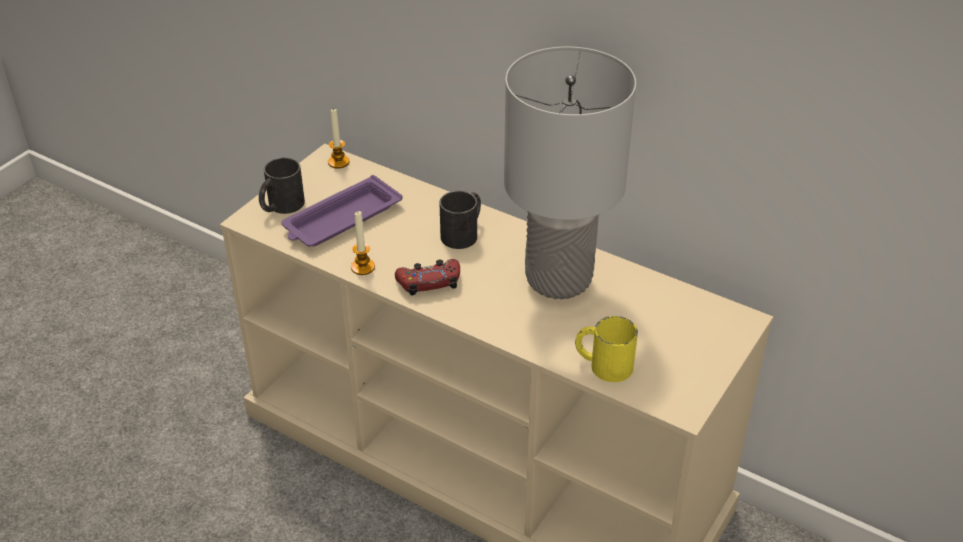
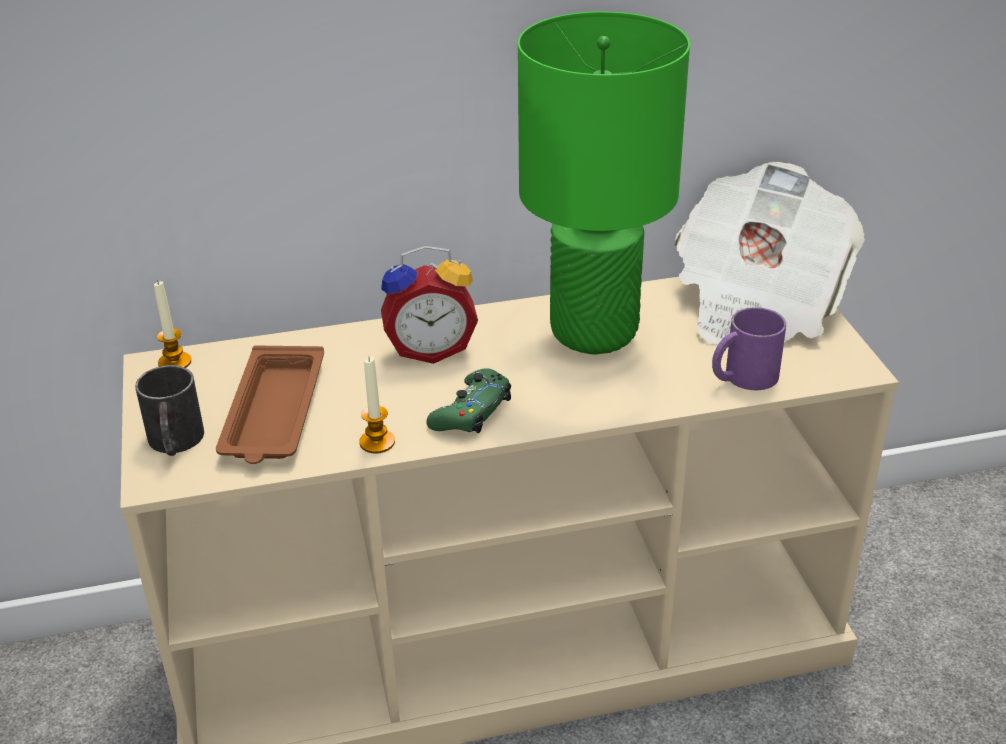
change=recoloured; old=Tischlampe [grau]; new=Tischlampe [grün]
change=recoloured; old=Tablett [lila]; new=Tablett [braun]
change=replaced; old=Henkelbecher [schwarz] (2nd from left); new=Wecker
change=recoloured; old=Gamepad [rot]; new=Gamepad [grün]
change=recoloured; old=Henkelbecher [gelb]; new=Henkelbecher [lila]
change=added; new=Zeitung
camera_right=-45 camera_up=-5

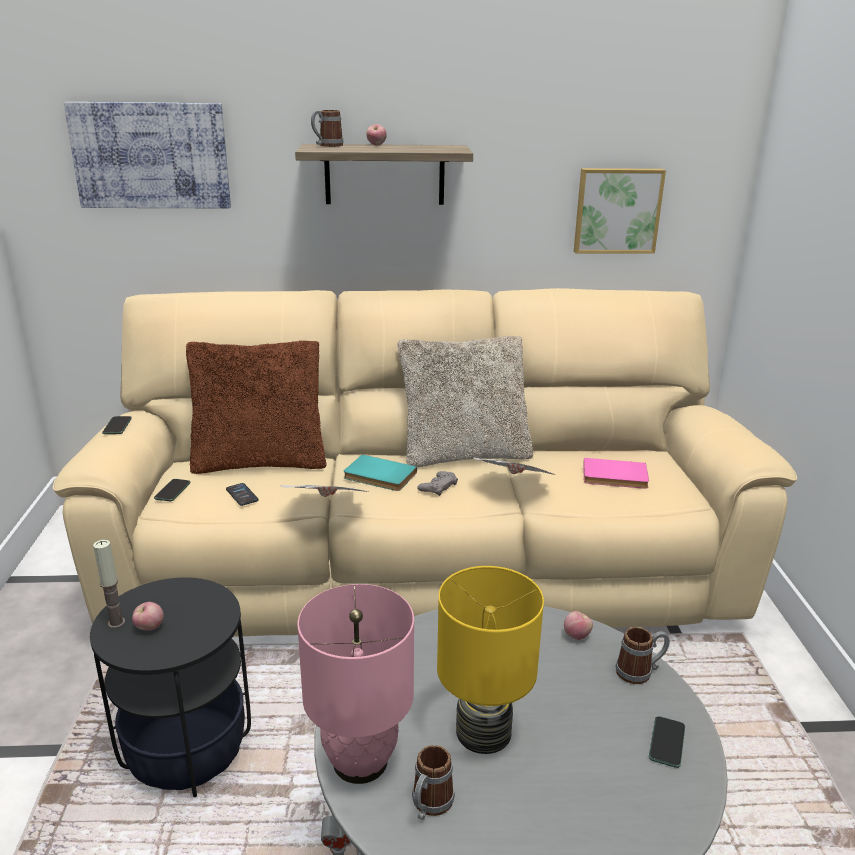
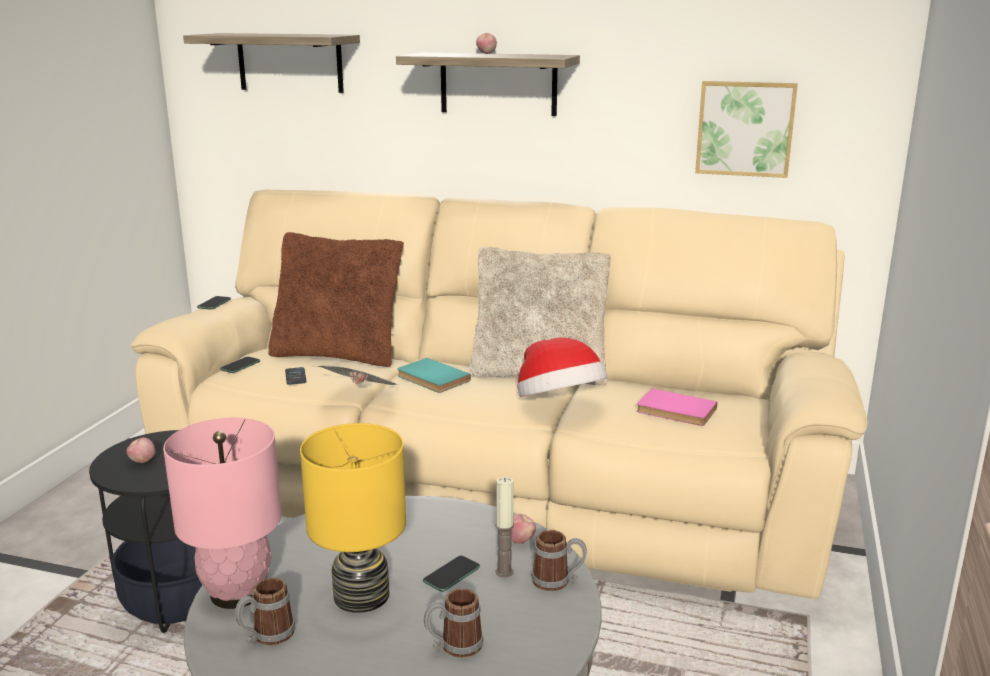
change=replaced; old=Bild (1st from left); new=Wandregal (1st from left)
change=moved; old=Henkelbecher (1st from left in the first image); new=Henkelbecher (2nd from left)
change=replaced; old=Zeitung (2nd from left); new=Hut
change=removed; old=Gamepad [grau]
change=moved; old=Kerze
change=moved; old=Handy (4th from left)
camera_right=20 camera_up=-5

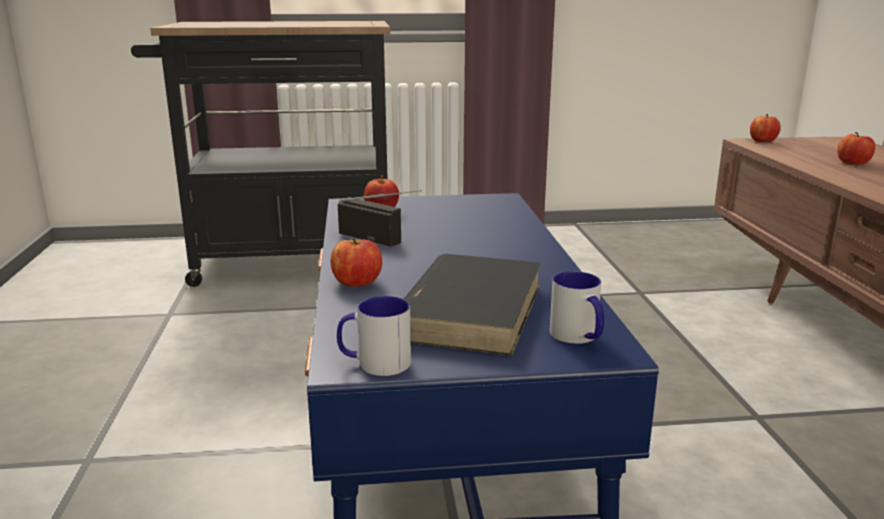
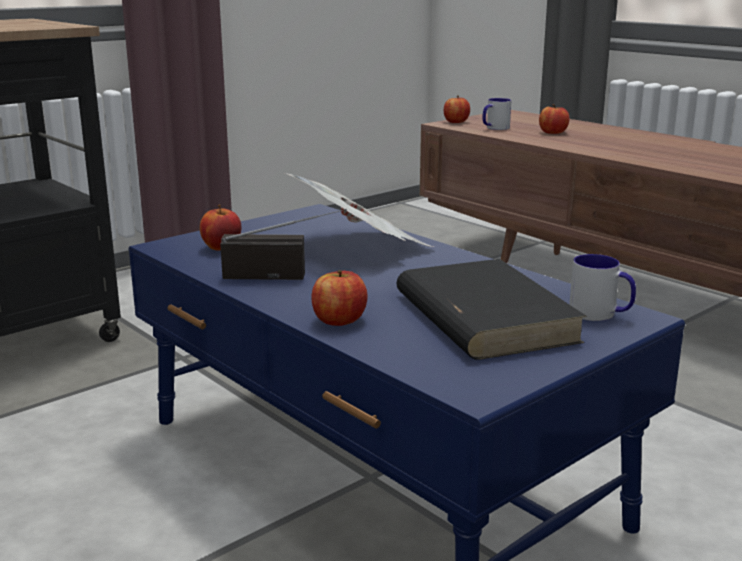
change=moved; old=Henkelbecher (1st from left)
change=added; new=Zeitung
camera_right=-35 camera_up=0

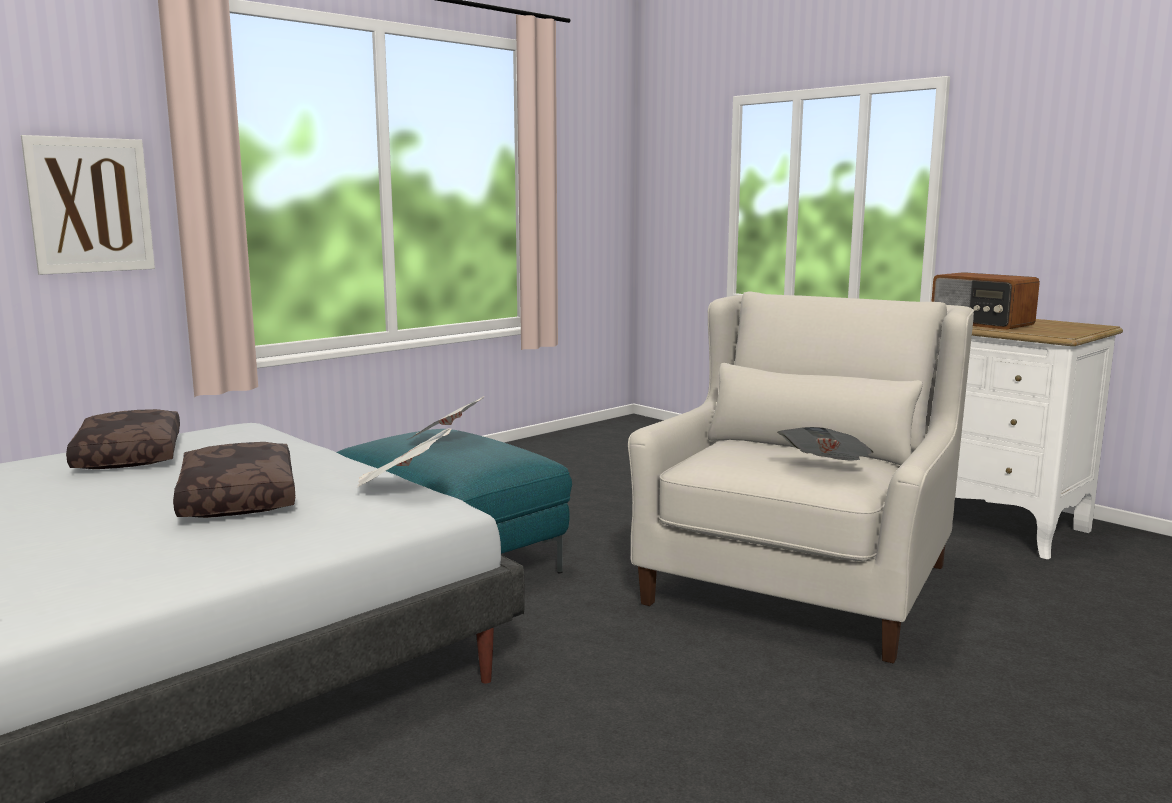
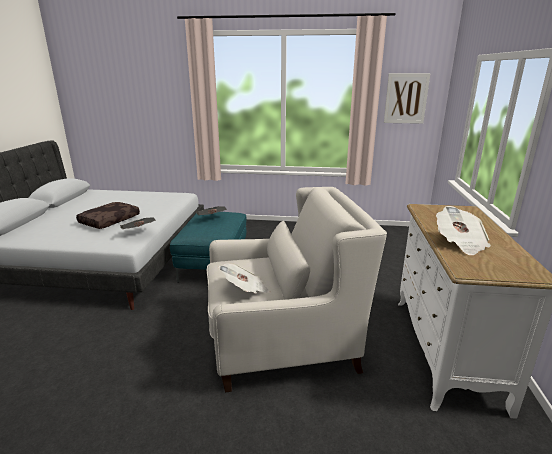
change=moved; old=Bild
change=replaced; old=Radio; new=Zeitung (4th from left)
change=removed; old=Kissen [braun] (1st from left)
camera_right=50 camera_up=10

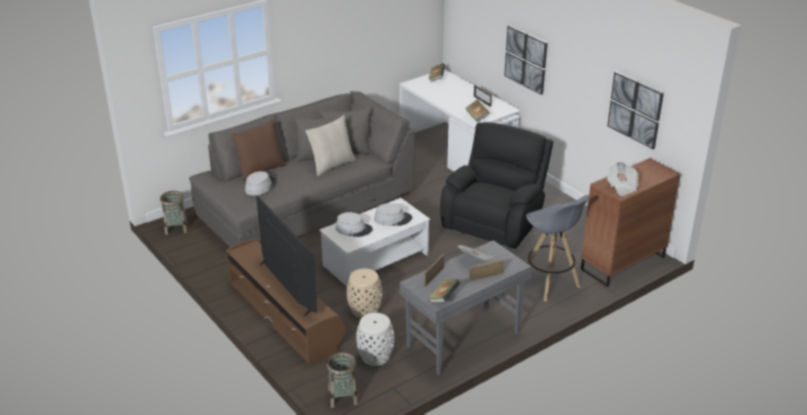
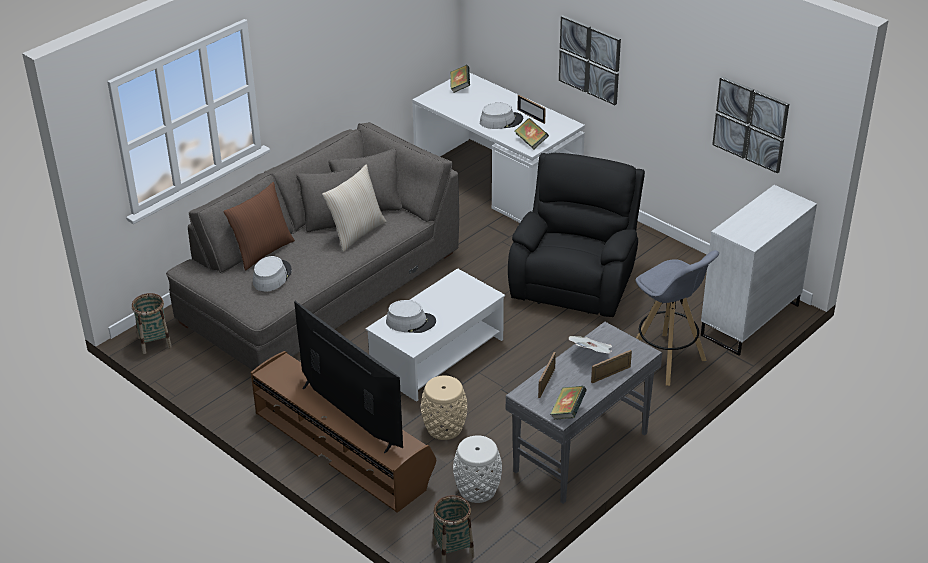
change=recoloured; old=Kommode [braun]; new=Kommode [weiß]
change=removed; old=Zeitung (2nd from left)
change=moved; old=Hut [grau] (3rd from left)
camera_right=-10 camera_up=5

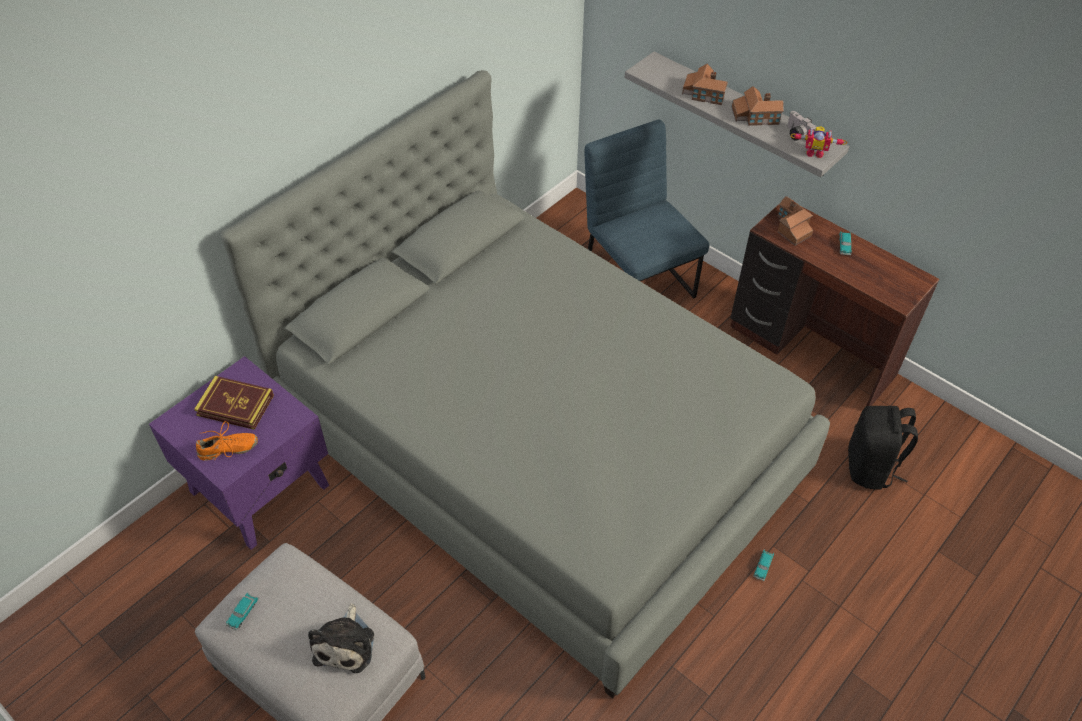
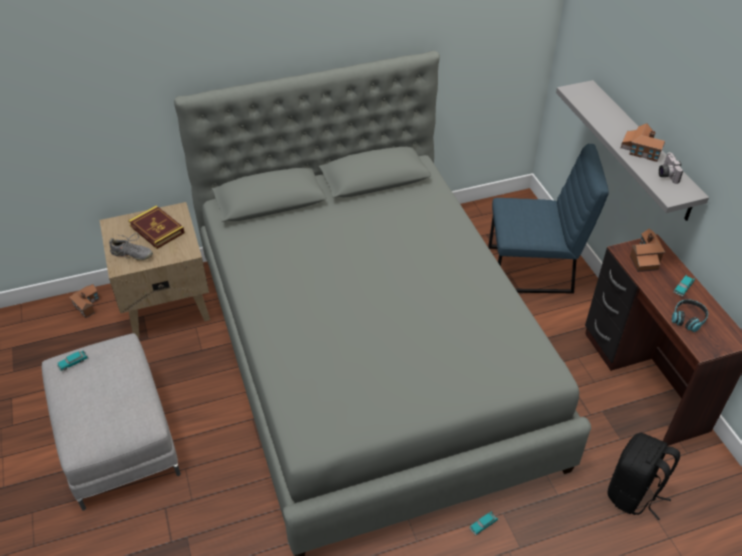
change=moved; old=Spielzeughaus (1st from left)
change=turned; old=Stuhl [blau]; degrees=90
change=removed; old=Spielzeugroboter
change=recoloured; old=Nachttisch [lila]; new=Nachttisch [beige]
change=recoloured; old=Schuh [orange]; new=Schuh [grau]
change=removed; old=Plüschtier
change=added; new=Kopfhörer
camera_right=30 camera_up=-5

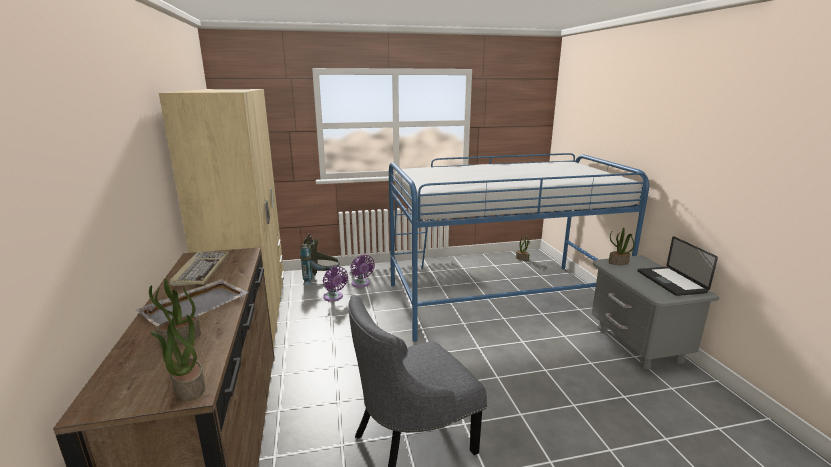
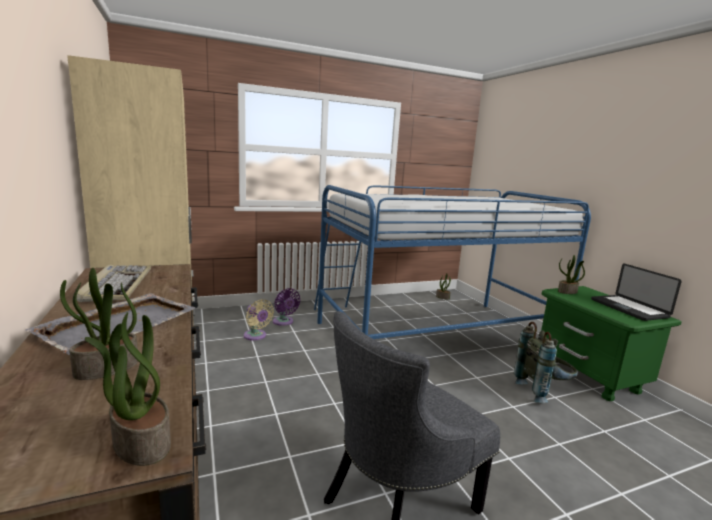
change=moved; old=Rucksack [grau]
change=recoloured; old=Nachttisch [grau]; new=Nachttisch [grün]
change=recoloured; old=Ventilator [lila] (1st from left); new=Ventilator [beige]
camera_right=-10 camera_up=-5

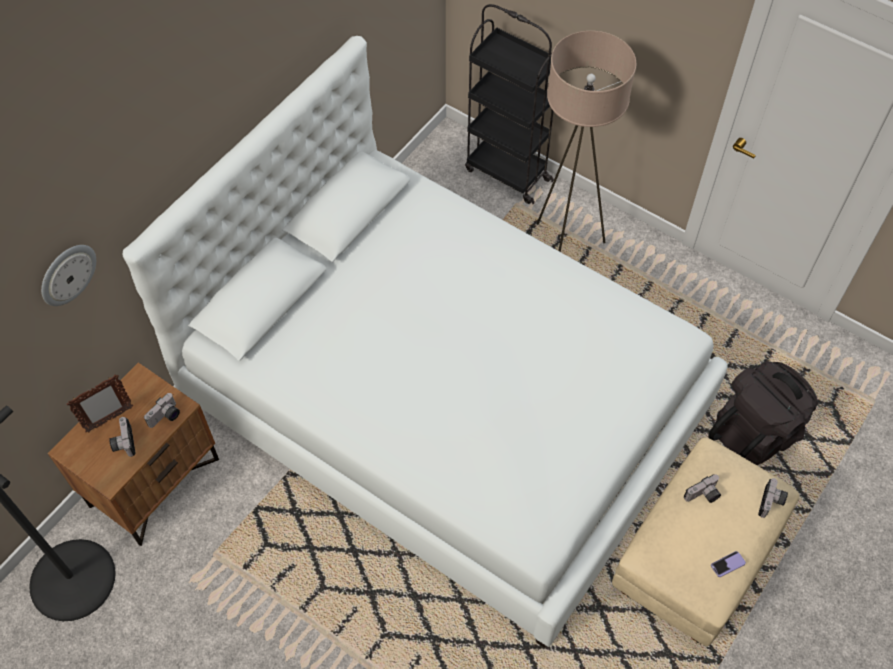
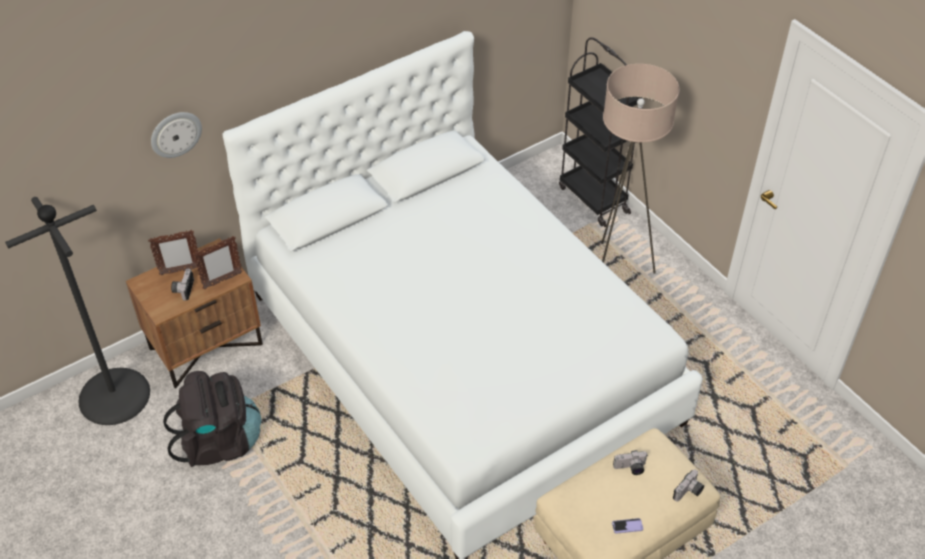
change=moved; old=Rucksack [schwarz]
change=replaced; old=Kamera (2nd from left); new=Bilderrahmen (2nd from left)
camera_right=20 camera_up=-10

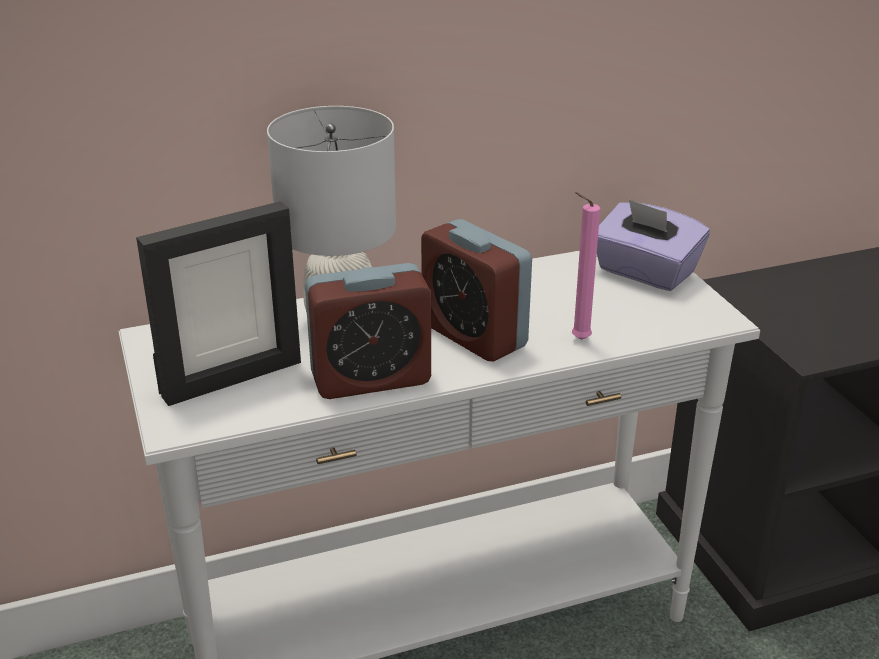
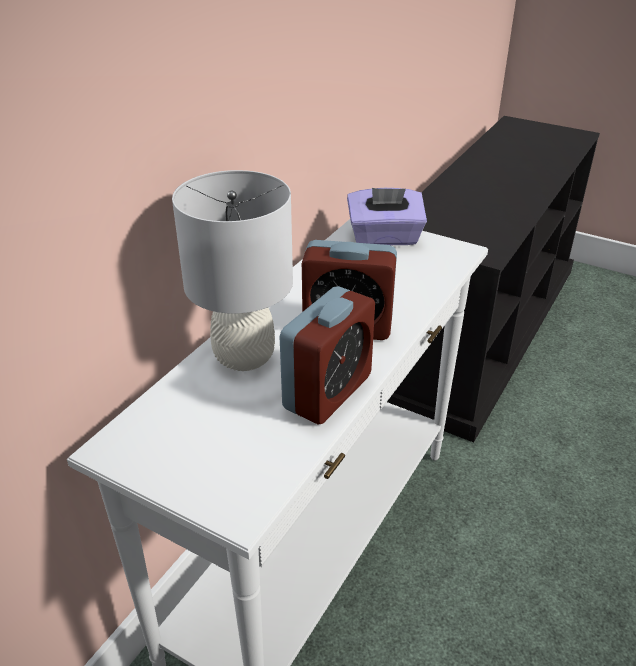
change=removed; old=Kerze [rosa]
change=removed; old=Bilderrahmen
camera_right=-40 camera_up=5

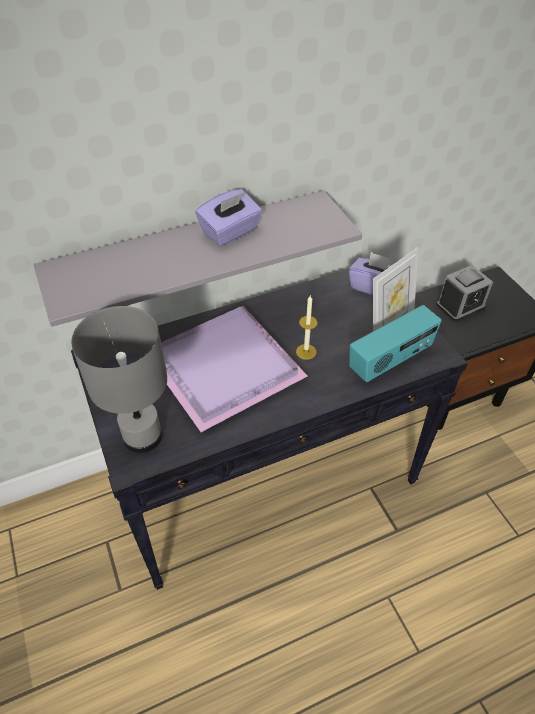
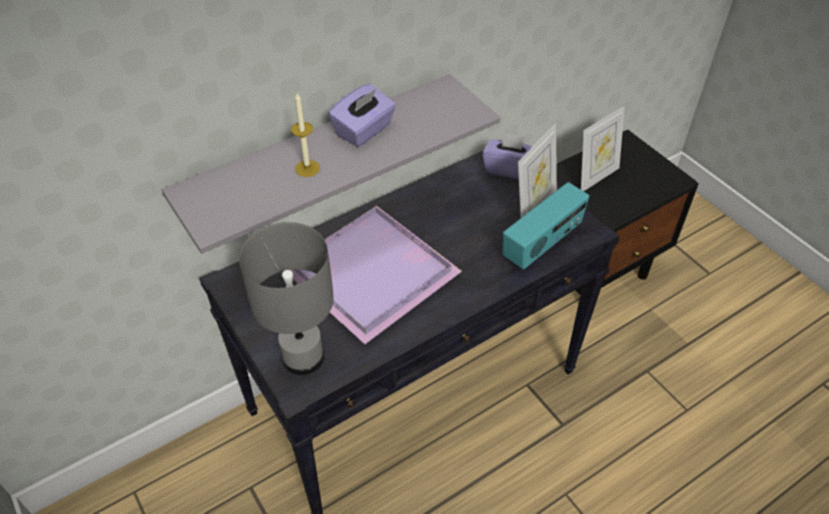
change=replaced; old=Wecker; new=Bilderrahmen (2nd from left)
change=moved; old=Kerze
camera_right=-10 camera_up=0

